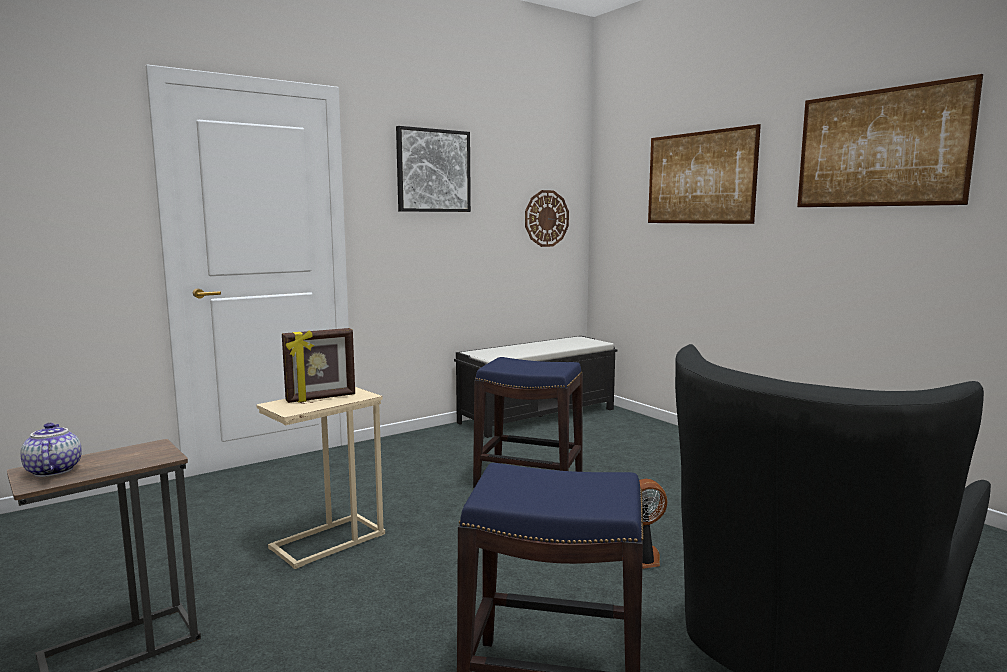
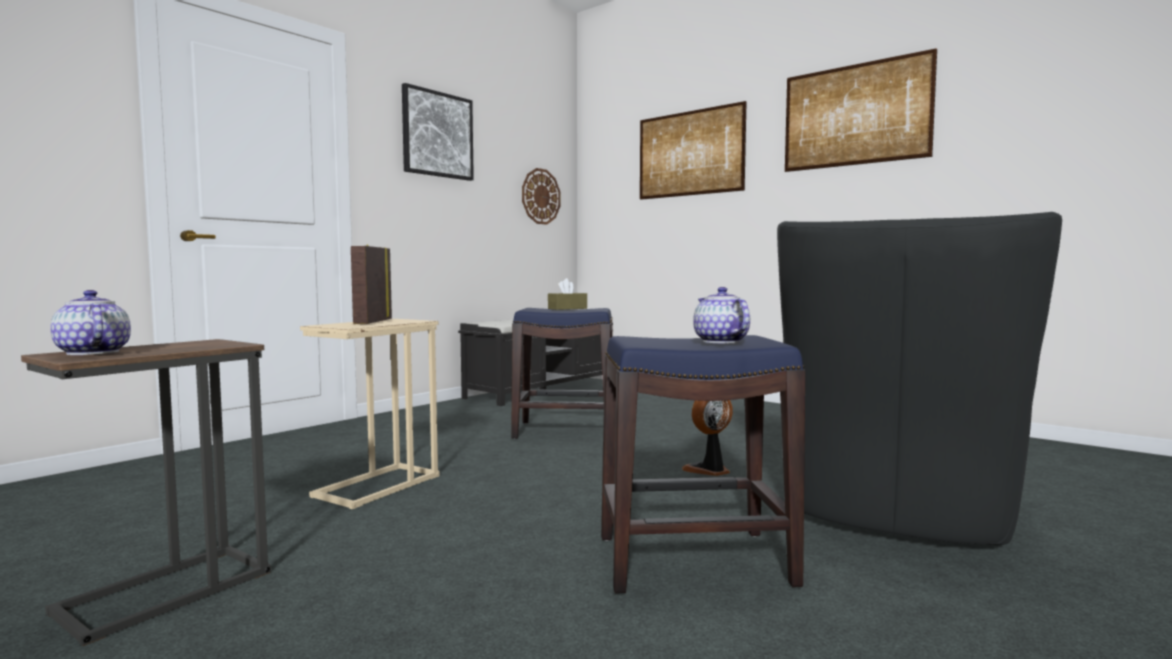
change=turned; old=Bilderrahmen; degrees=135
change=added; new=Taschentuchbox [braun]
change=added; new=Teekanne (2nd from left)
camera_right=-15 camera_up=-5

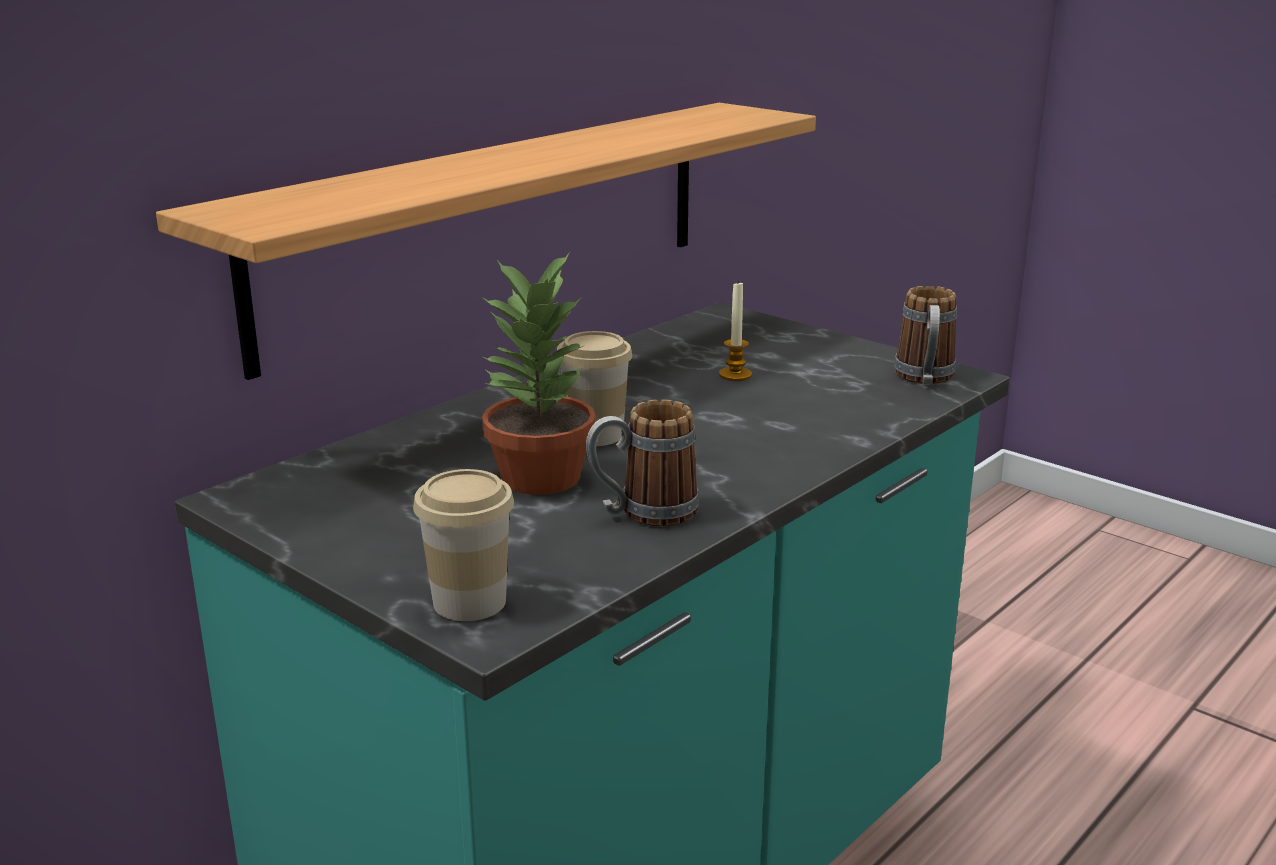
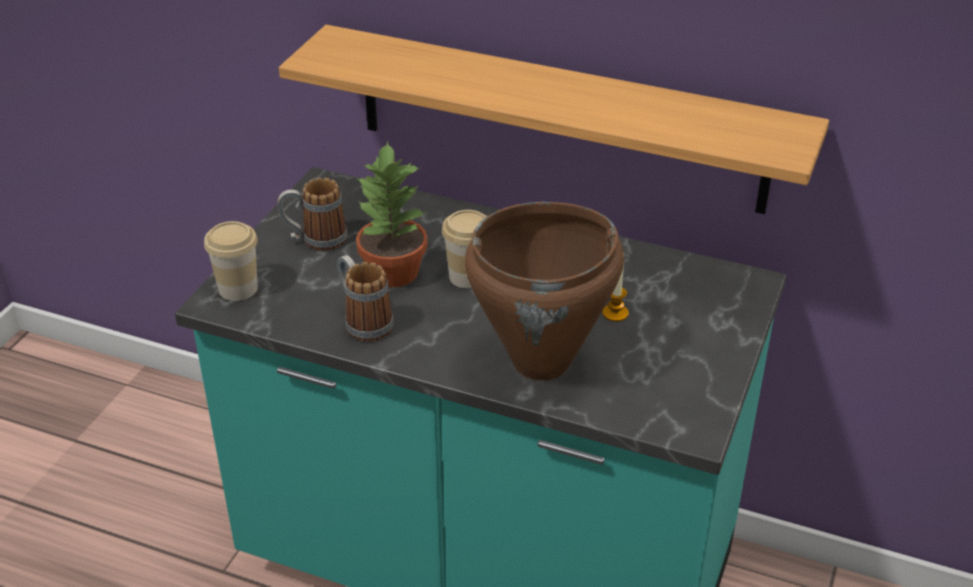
change=moved; old=Henkelbecher (2nd from left in the first image); new=Henkelbecher (1st from left)
change=added; new=Kochtopf [braun]
camera_right=70 camera_up=15

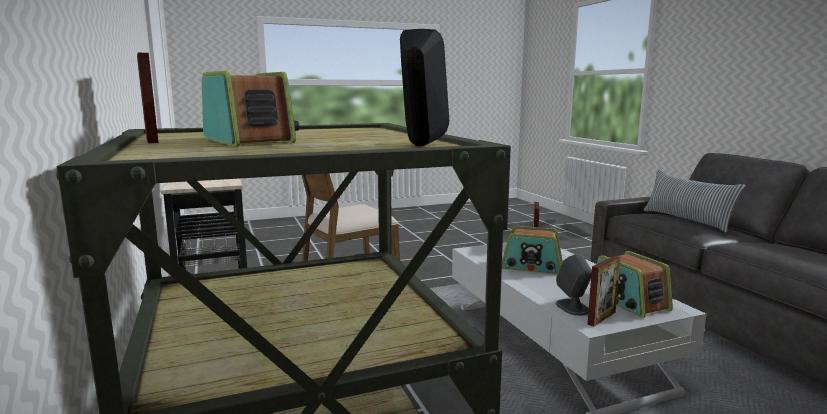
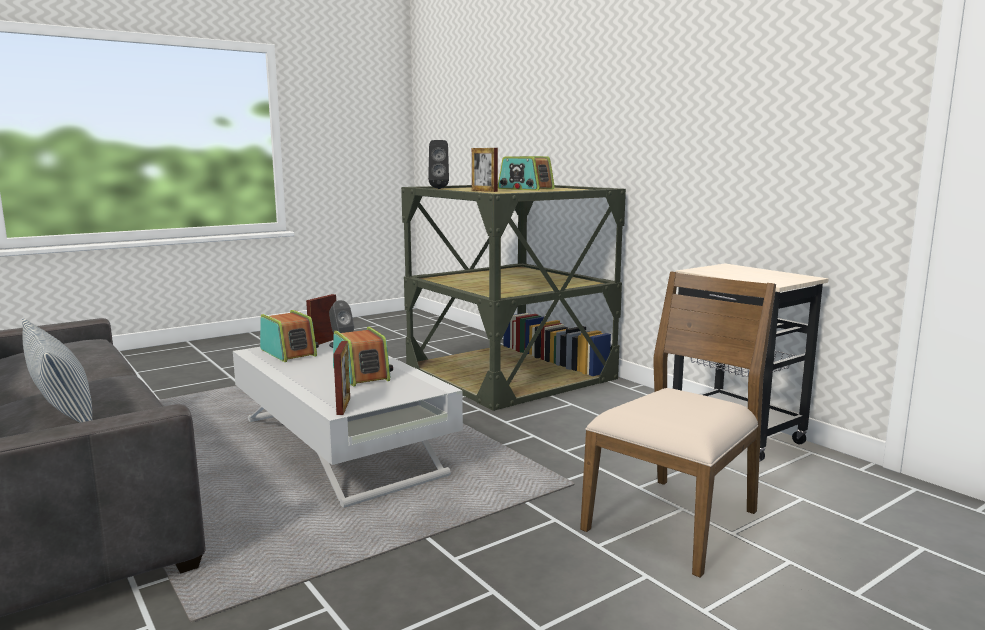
change=moved; old=Bilderrahmen (1st from left in the first image); new=Bilderrahmen (3rd from left)
change=turned; old=Radio (2nd from left); degrees=60
camera_right=165 camera_up=0

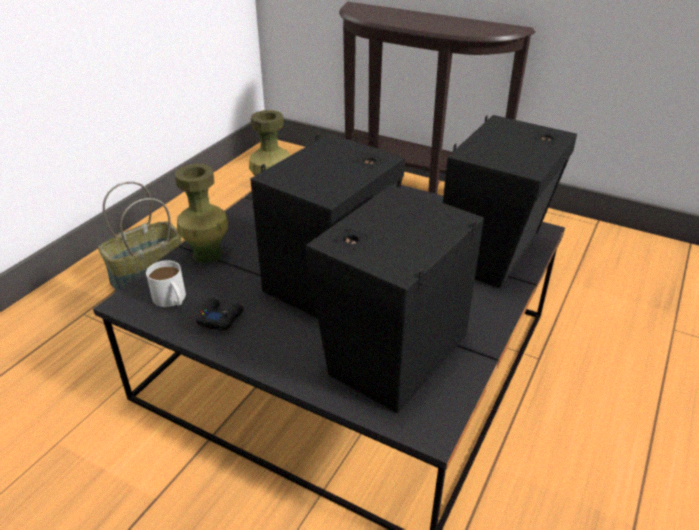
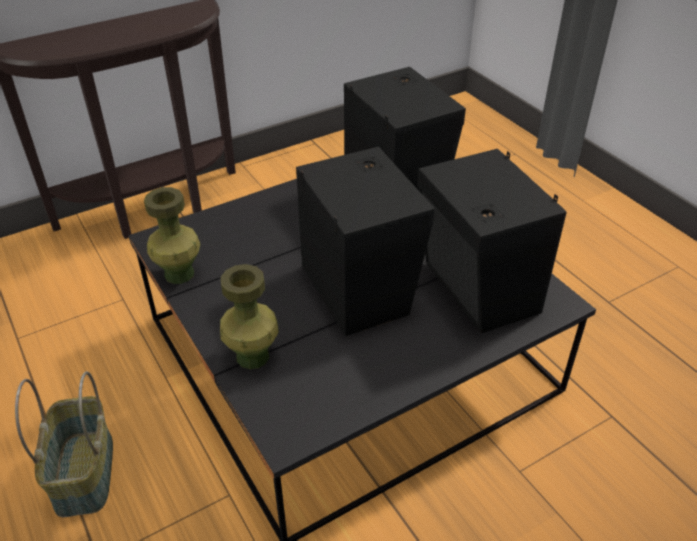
change=removed; old=Henkelbecher [weiß]
change=removed; old=Gamepad [schwarz]
camera_right=-60 camera_up=5

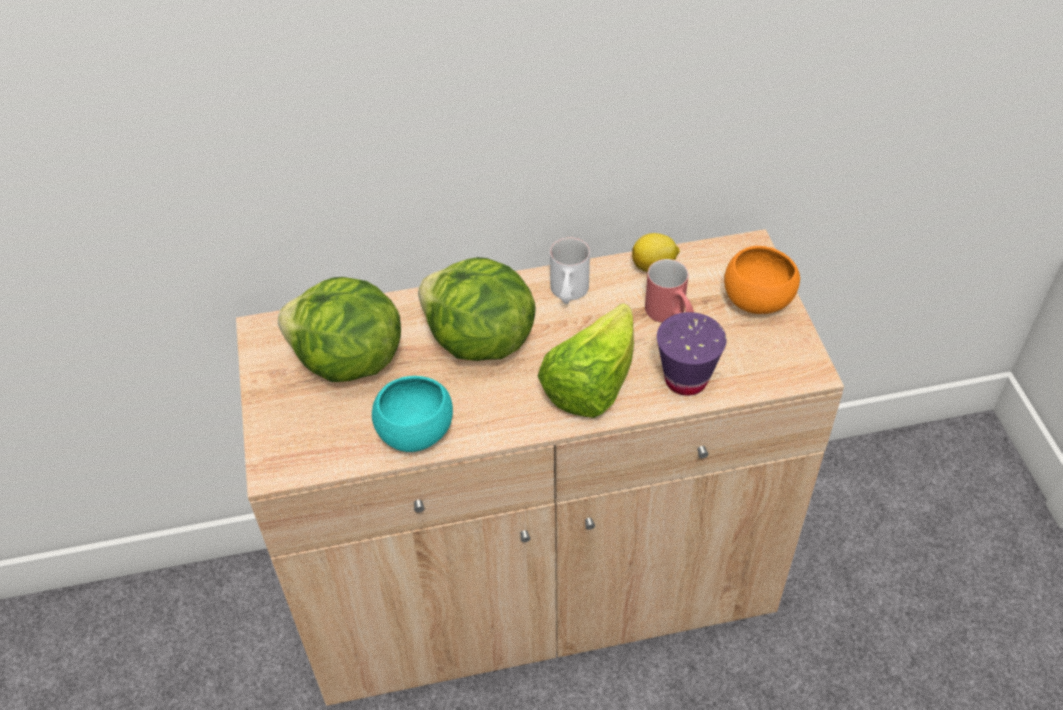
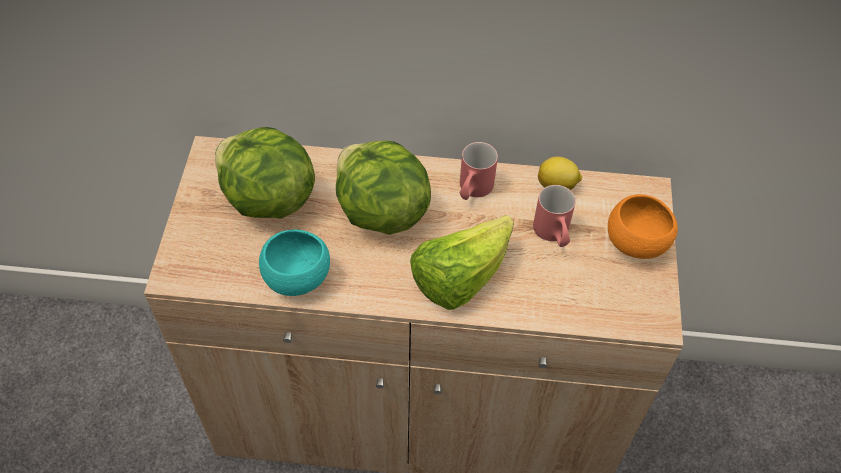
change=recoloured; old=Henkelbecher [weiß]; new=Henkelbecher [rot] (1st from left)
change=removed; old=Tasse [lila]
camera_right=15 camera_up=5

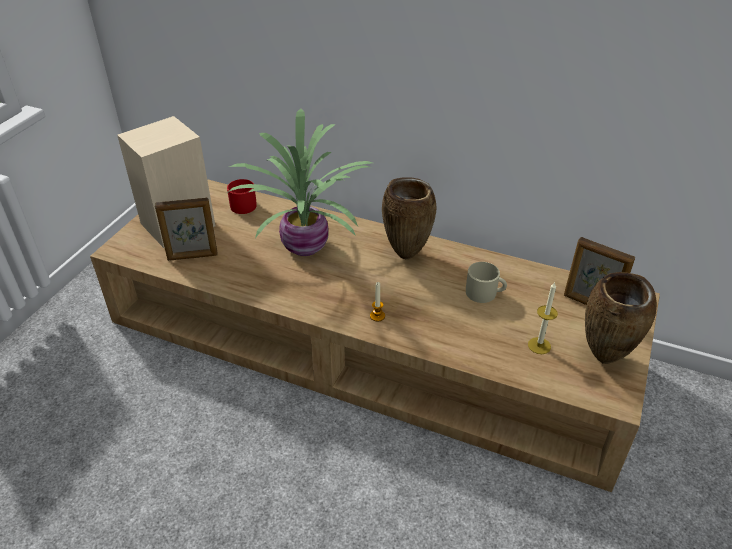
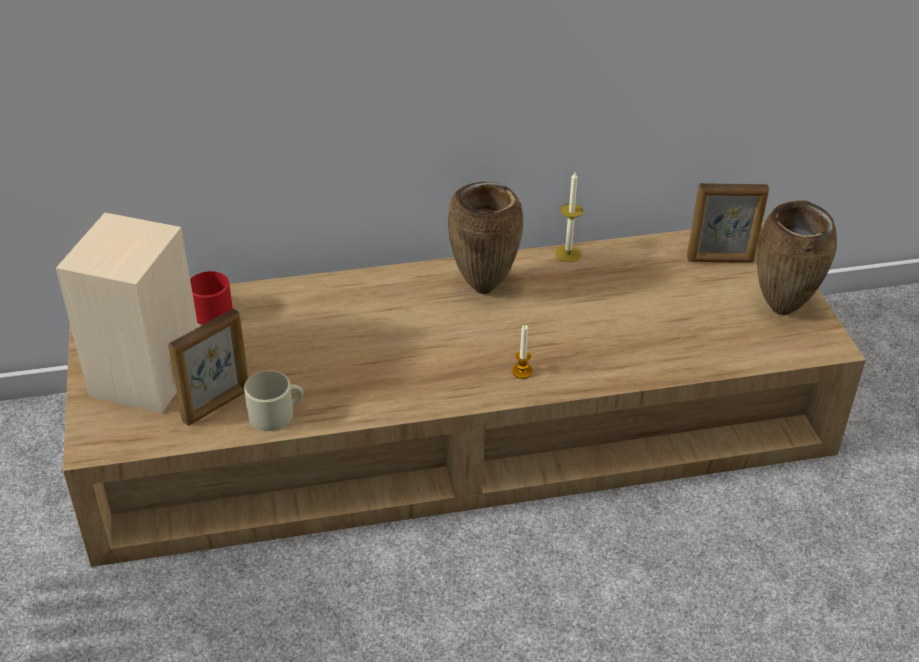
change=removed; old=Topfpflanze
change=moved; old=Henkelbecher [beige]
change=moved; old=Kerze (2nd from left)
camera_right=-35 camera_up=0

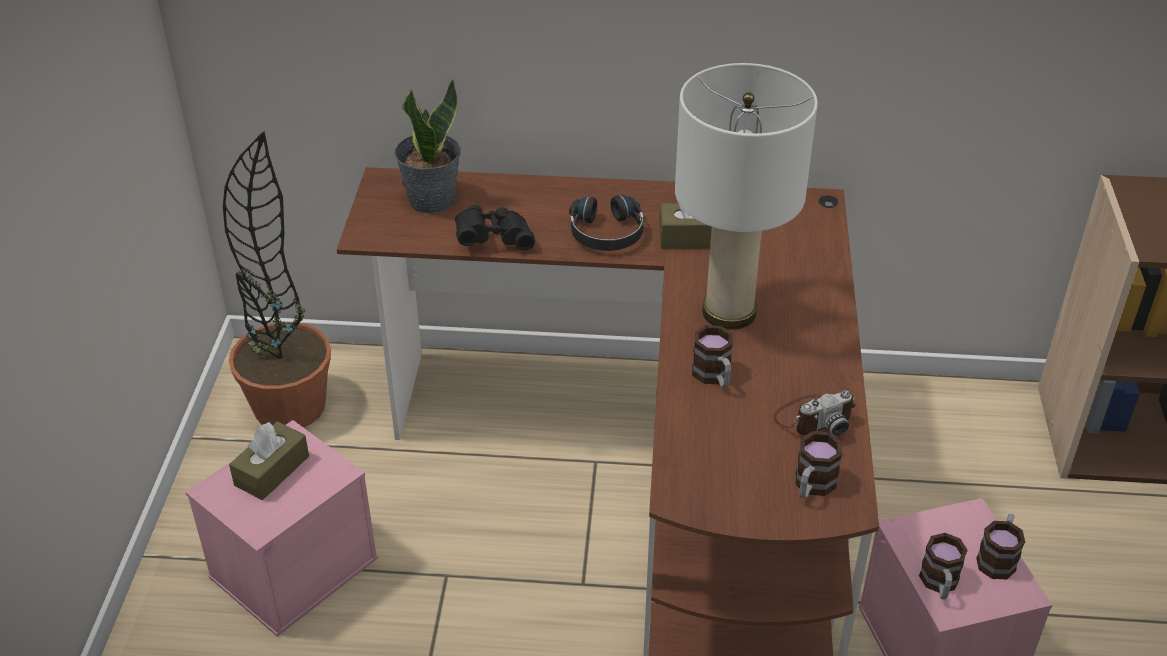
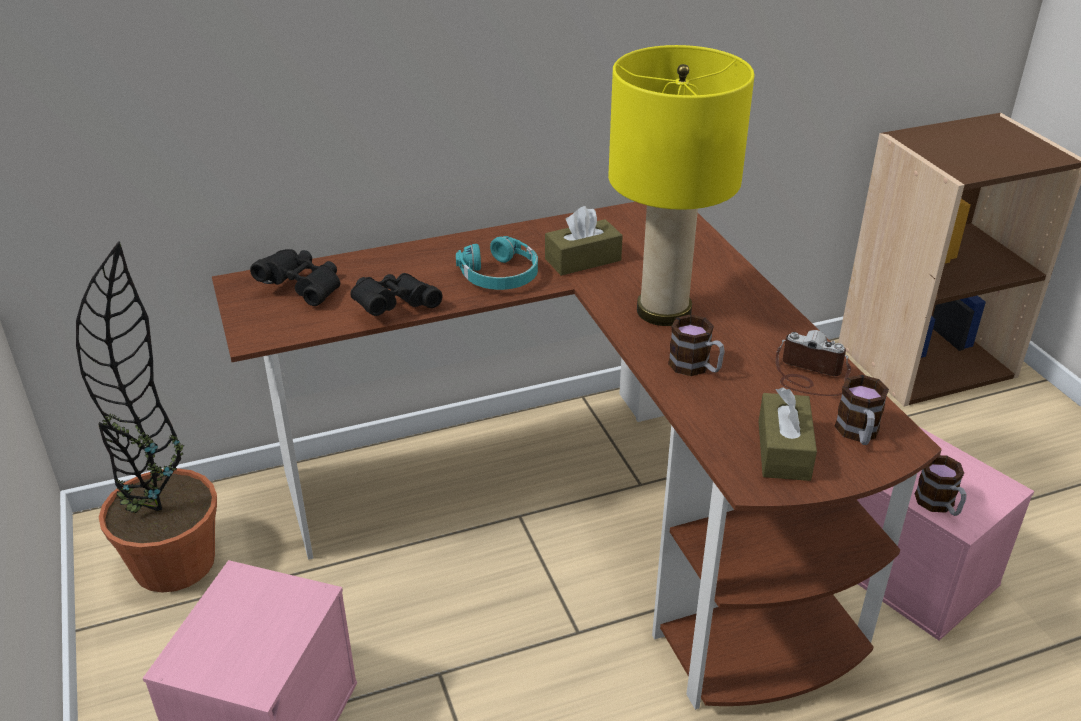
change=recoloured; old=Tischlampe [weiß]; new=Tischlampe [gelb]
change=replaced; old=Topfpflanze (2nd from left); new=Fernglas [schwarz] (1st from left)
change=recoloured; old=Kopfhörer [schwarz]; new=Kopfhörer [türkis]
change=turned; old=Kamera; degrees=-105
change=moved; old=Taschentuchbox [braun] (1st from left in the first image); new=Taschentuchbox [braun] (2nd from left)
change=removed; old=Henkelbecher (4th from left)
camera_right=-25 camera_up=-5

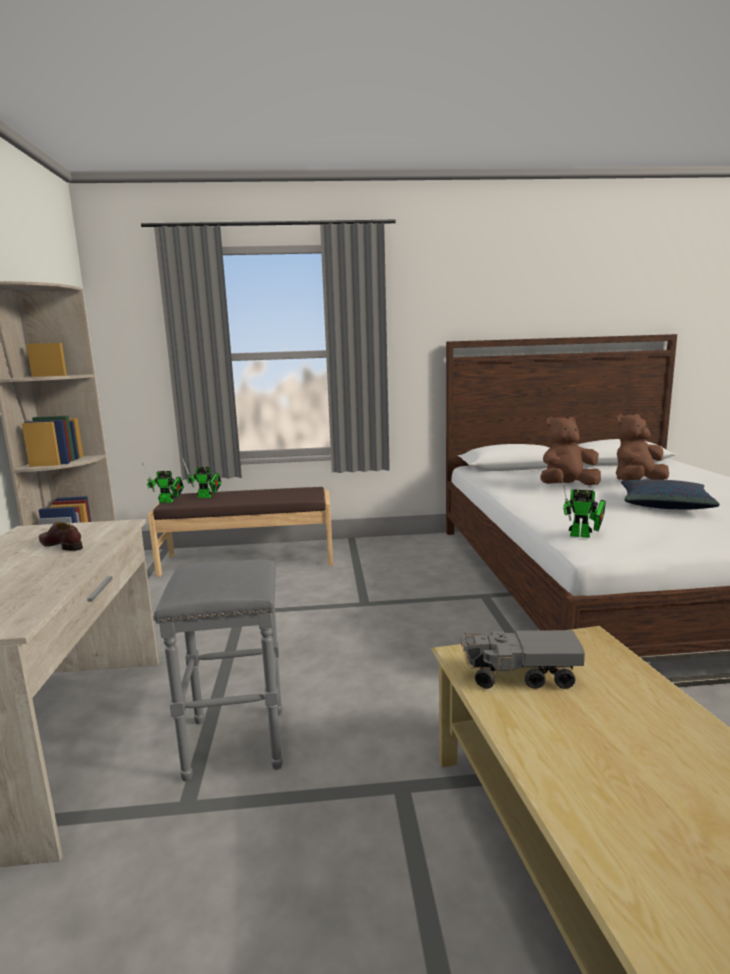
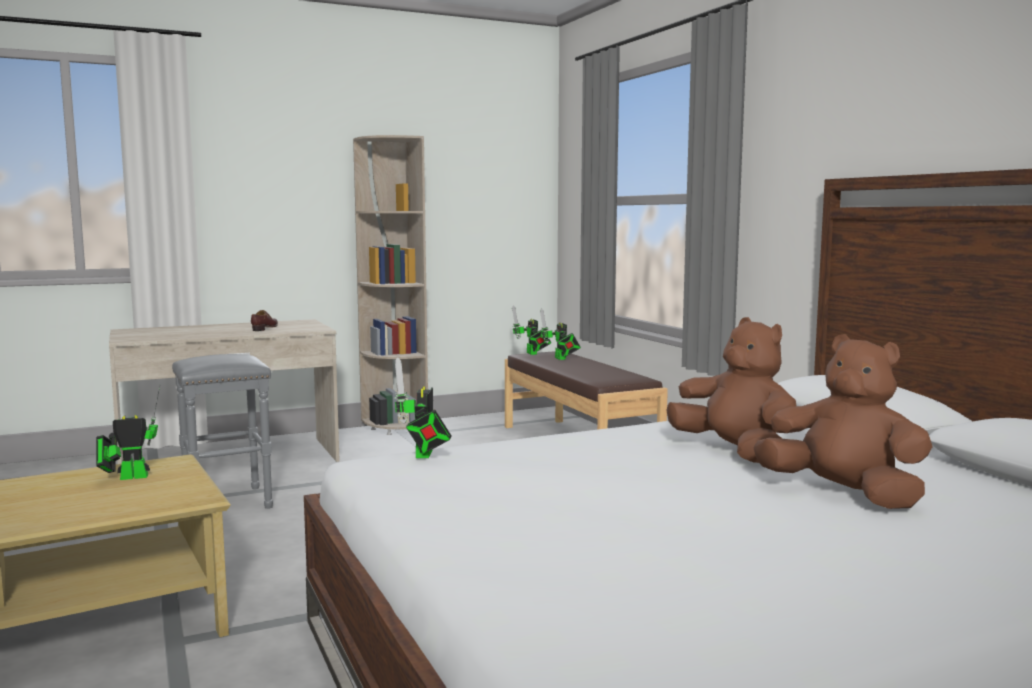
change=removed; old=Kissen [blau]
change=replaced; old=Spielzeuglaster; new=Spielzeugroboter (1st from left)
camera_right=70 camera_up=-5

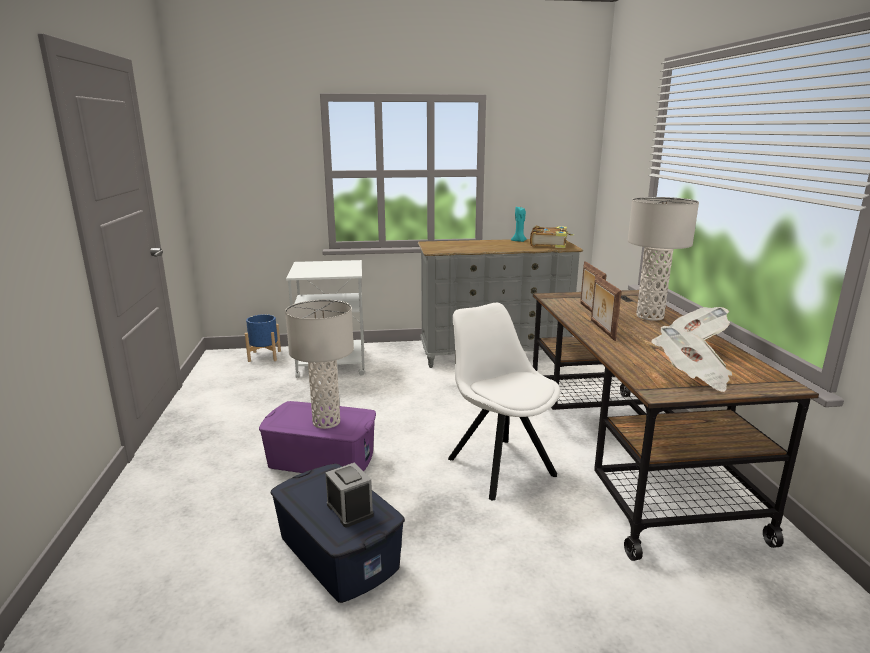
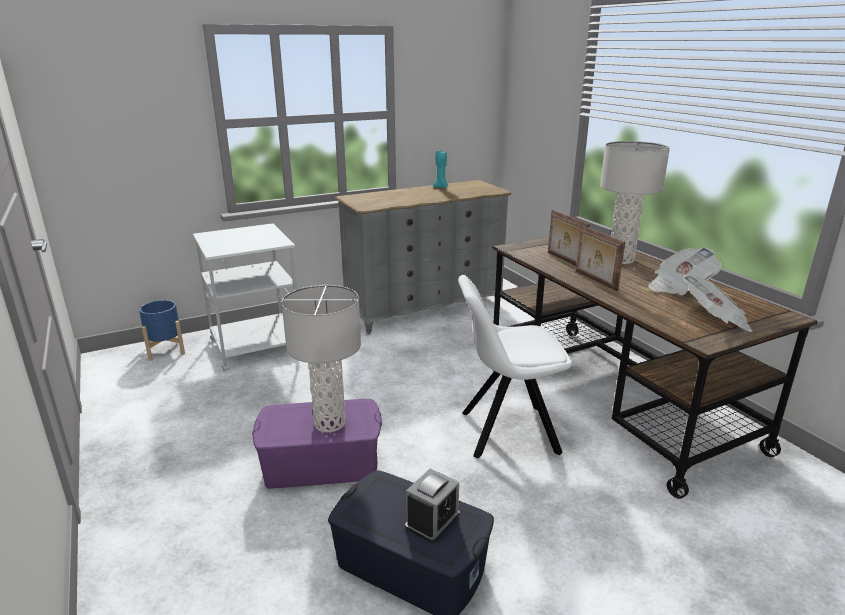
change=removed; old=Buch
change=turned; old=Stuhl [weiß]; degrees=-45
change=turned; old=Wecker; degrees=90
camera_right=-20 camera_up=5

